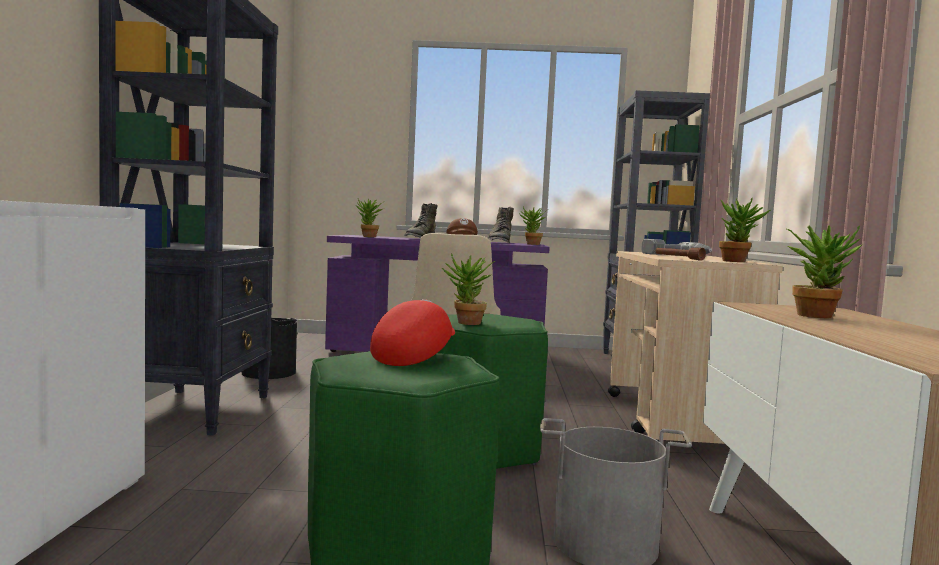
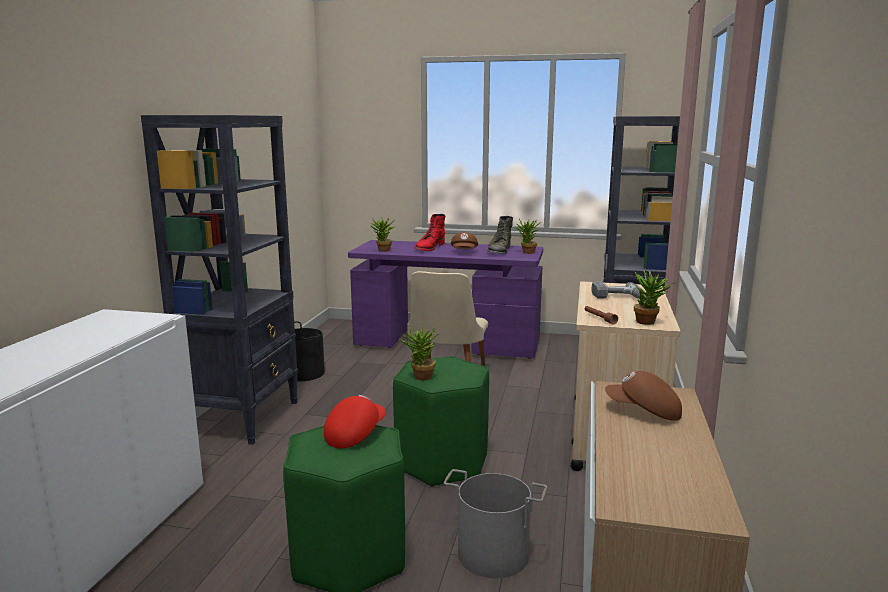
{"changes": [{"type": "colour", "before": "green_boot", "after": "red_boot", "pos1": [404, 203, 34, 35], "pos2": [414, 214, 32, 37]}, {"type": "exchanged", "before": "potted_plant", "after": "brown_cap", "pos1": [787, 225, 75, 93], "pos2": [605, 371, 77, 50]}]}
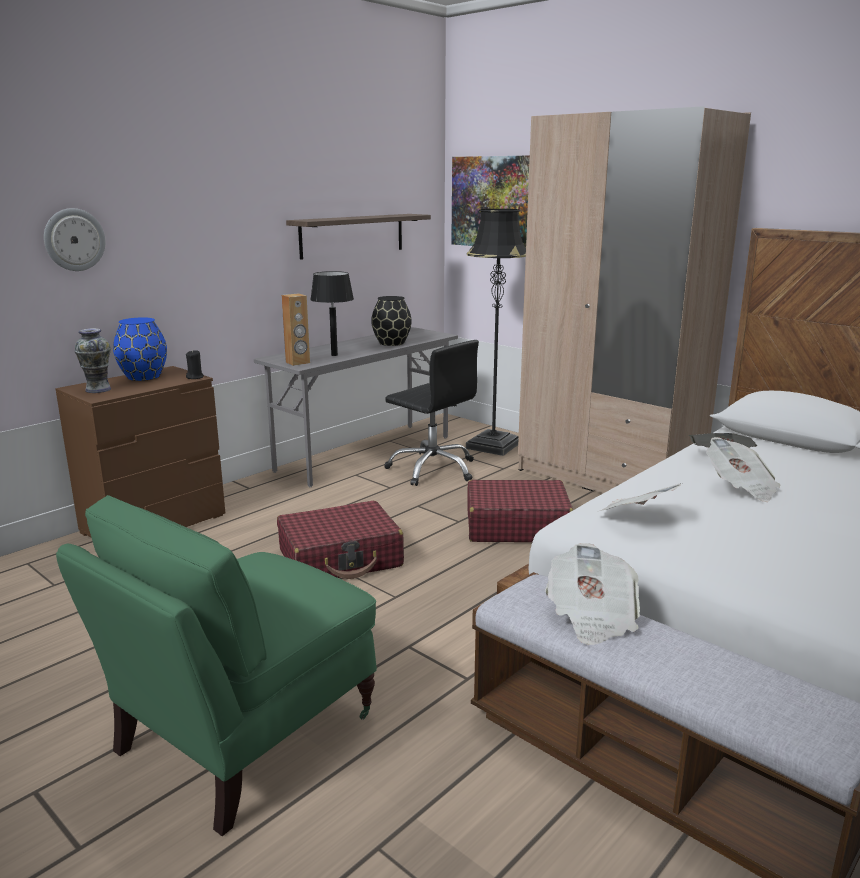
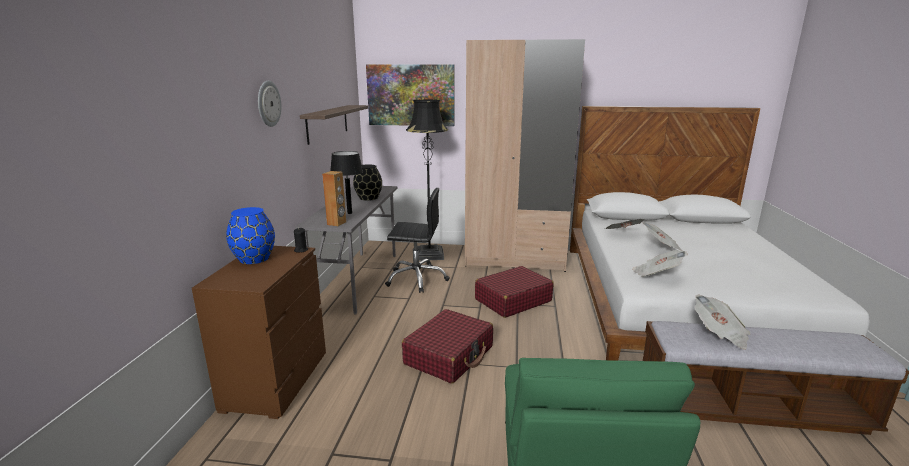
{"changes": [{"type": "relocated", "before": "wall_clock", "pos1": [44, 208, 62, 63], "pos2": [258, 81, 23, 46]}, {"type": "missing", "before": "vase", "pos1": [74, 328, 37, 65]}]}
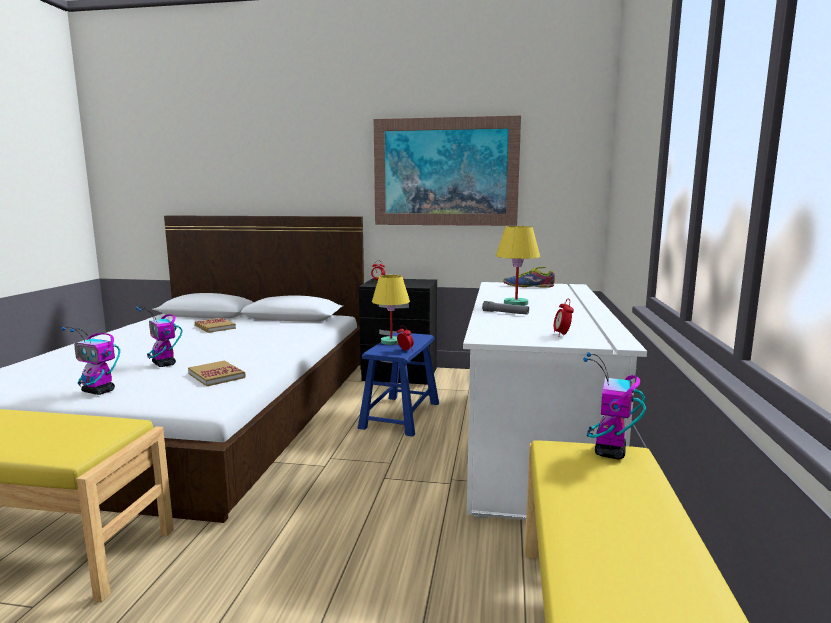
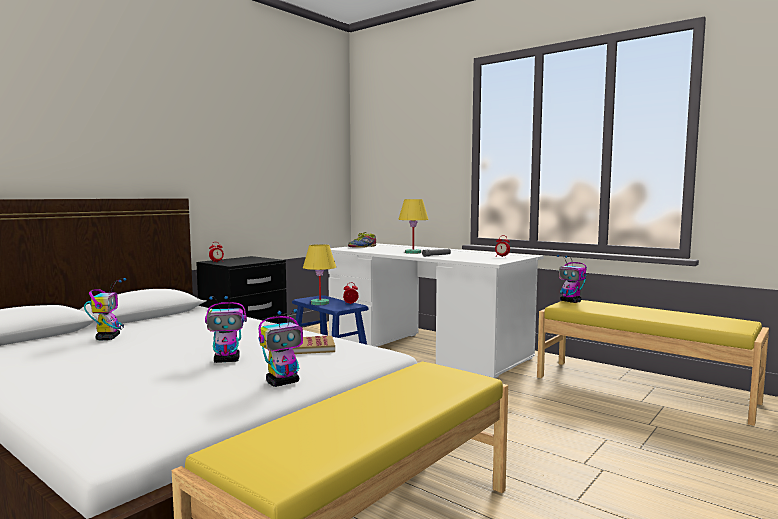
{"changes": [{"type": "exchanged", "before": "book", "after": "toy_robot", "pos1": [195, 318, 41, 15], "pos2": [84, 278, 42, 63]}, {"type": "missing", "before": "picture", "pos1": [374, 115, 147, 111]}]}
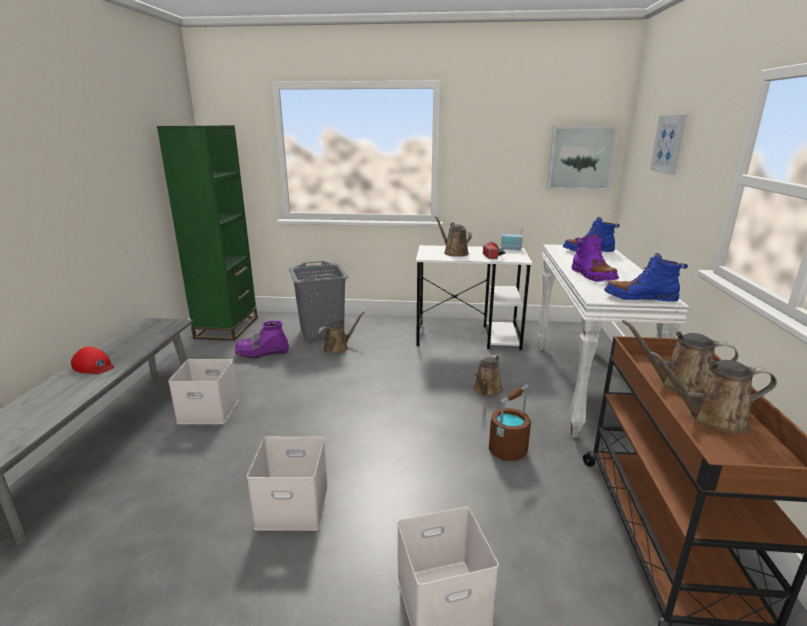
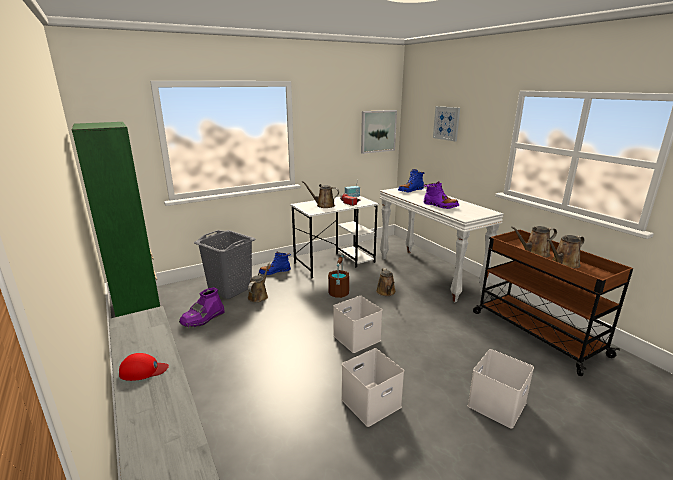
{"changes": [{"type": "relocated", "before": "white_storage_box", "pos1": [168, 359, 71, 65], "pos2": [333, 296, 50, 57]}, {"type": "relocated", "before": "brown_bucket", "pos1": [489, 384, 42, 77], "pos2": [328, 255, 21, 43]}, {"type": "relocated", "before": "blue_boot", "pos1": [604, 253, 84, 49], "pos2": [259, 251, 32, 24]}]}
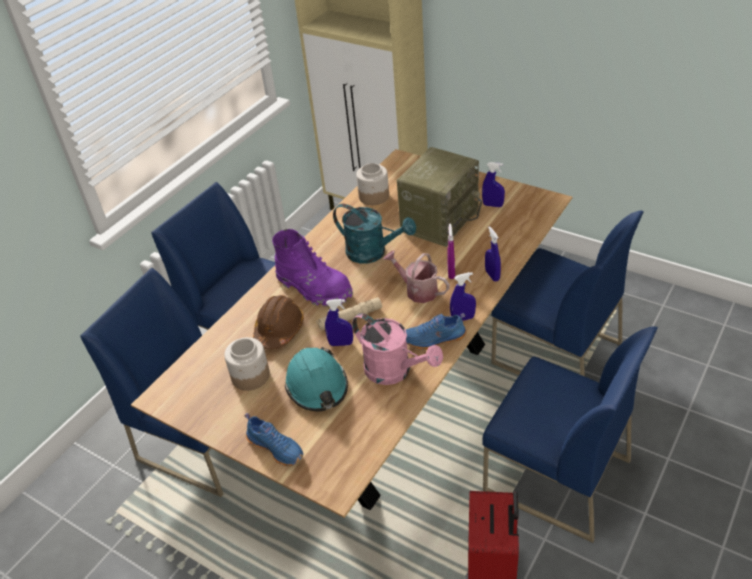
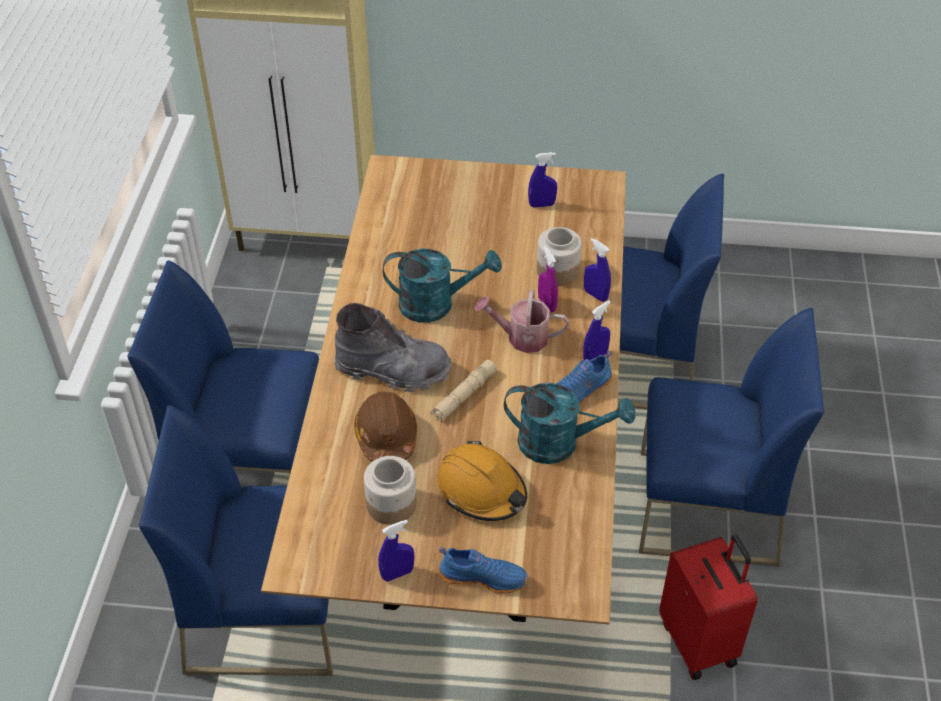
{"changes": [{"type": "colour", "before": "purple_boot", "after": "grey_boot", "pos1": [272, 229, 81, 77], "pos2": [334, 303, 118, 89]}, {"type": "colour", "before": "turquoise_hard_hat", "after": "orange_hard_hat", "pos1": [285, 347, 63, 64], "pos2": [437, 441, 90, 80]}, {"type": "relocated", "before": "blue_spray_bottle", "pos1": [325, 299, 28, 47], "pos2": [378, 519, 37, 62]}, {"type": "colour", "before": "pink_watering_can", "after": "turquoise_watering_can", "pos1": [352, 313, 91, 72], "pos2": [504, 383, 131, 81]}, {"type": "relocated", "before": "jar", "pos1": [356, 163, 33, 42], "pos2": [537, 227, 45, 59]}, {"type": "missing", "before": "radio", "pos1": [397, 147, 85, 100]}]}
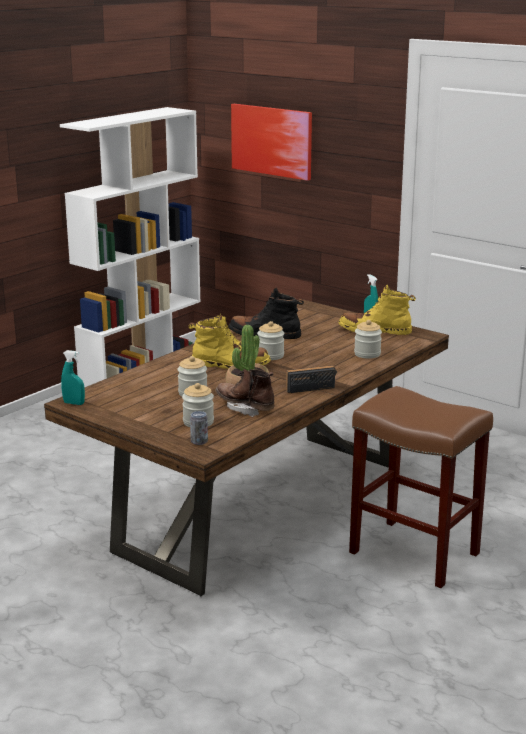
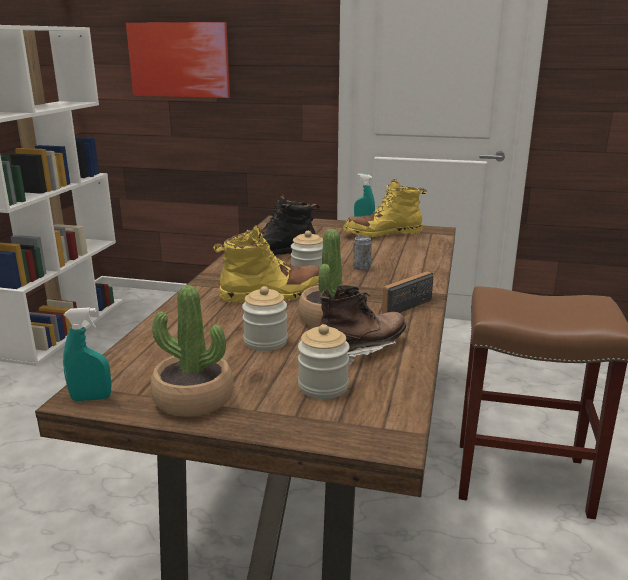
{"changes": [{"type": "relocated", "before": "can", "pos1": [190, 411, 18, 34], "pos2": [353, 236, 19, 34]}, {"type": "spun", "before": "brown_boot", "pos1": [215, 369, 60, 48], "pos2": [320, 285, 86, 80], "turn": 135}, {"type": "missing", "before": "jar", "pos1": [354, 320, 28, 39]}, {"type": "appeared", "after": "potted_plant", "pos2": [151, 285, 83, 132]}]}
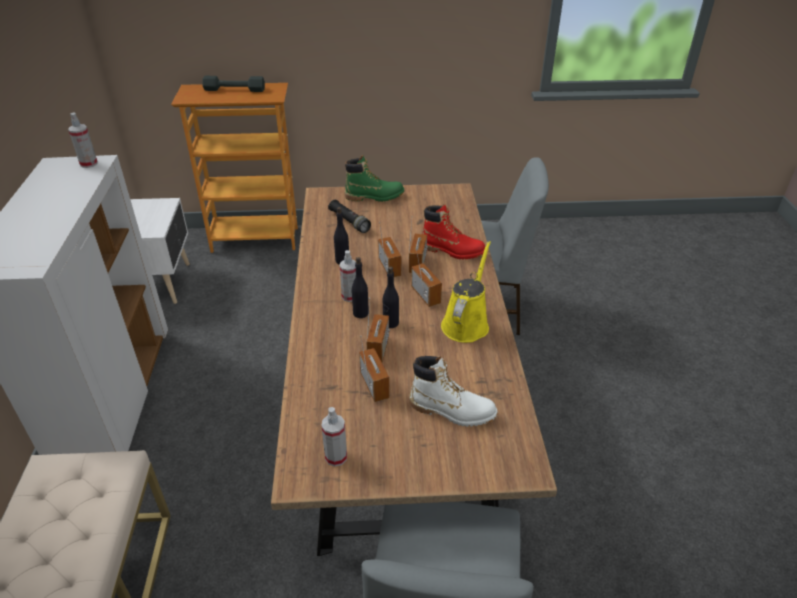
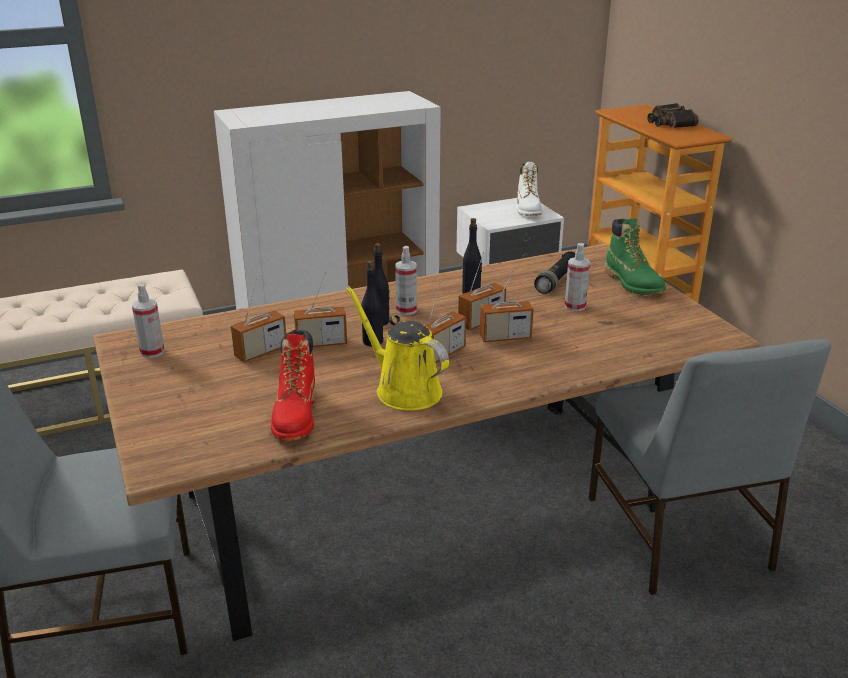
{"changes": [{"type": "relocated", "before": "spray_bottle", "pos1": [68, 112, 30, 56], "pos2": [564, 243, 26, 68]}, {"type": "exchanged", "before": "grey_dumbbell", "after": "binoculars", "pos1": [202, 76, 63, 16], "pos2": [648, 103, 51, 25]}, {"type": "relocated", "before": "white_boot", "pos1": [409, 356, 89, 71], "pos2": [517, 162, 25, 54]}, {"type": "relocated", "before": "red_boot", "pos1": [422, 204, 63, 56], "pos2": [271, 330, 45, 111]}, {"type": "spun", "before": "yellow_watering_can", "pos1": [441, 241, 50, 102], "pos2": [346, 286, 103, 124], "turn": -135}]}
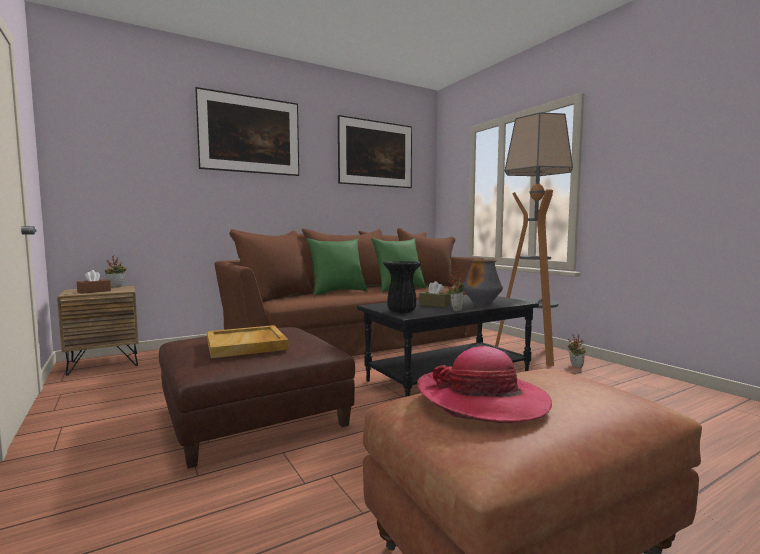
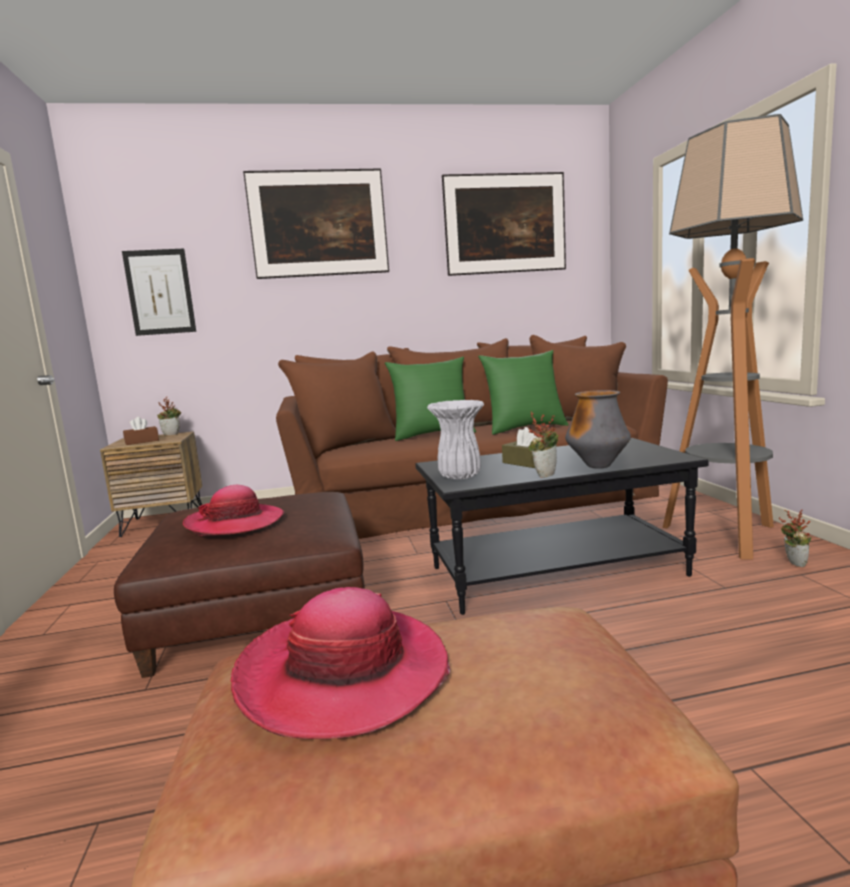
{"changes": [{"type": "exchanged", "before": "beige_tray", "after": "hat", "pos1": [207, 325, 82, 33], "pos2": [183, 485, 102, 51]}, {"type": "colour", "before": "black_vase", "after": "white_vase", "pos1": [383, 261, 38, 52], "pos2": [427, 400, 57, 80]}, {"type": "appeared", "after": "picture", "pos2": [122, 249, 74, 87]}]}
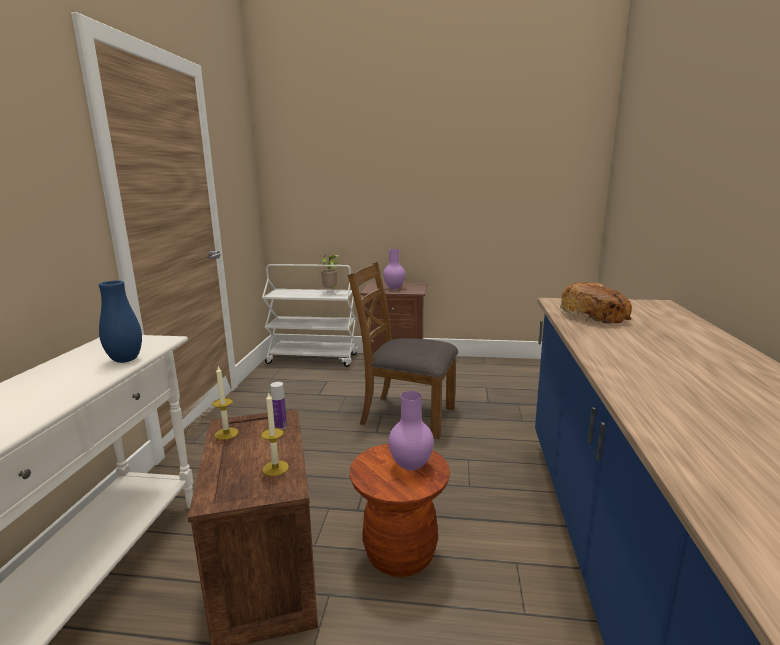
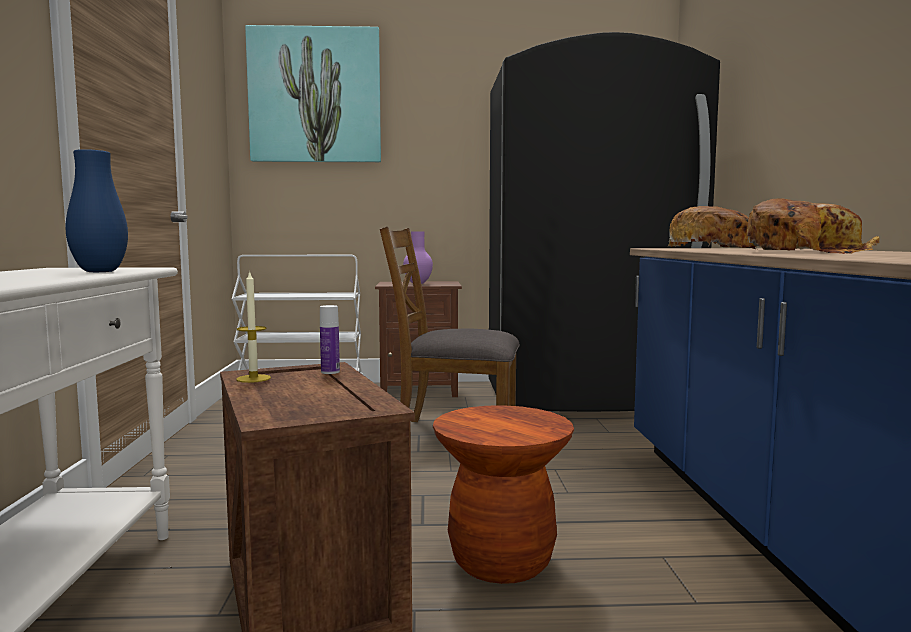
{"changes": [{"type": "missing", "before": "candle", "pos1": [261, 392, 28, 84]}, {"type": "missing", "before": "potted_plant", "pos1": [321, 255, 18, 34]}, {"type": "missing", "before": "purple_vase", "pos1": [389, 391, 45, 80]}, {"type": "appeared", "after": "picture", "pos2": [245, 25, 136, 137]}, {"type": "appeared", "after": "black_fridge", "pos2": [489, 32, 231, 380]}, {"type": "appeared", "after": "bread", "pos2": [747, 198, 133, 56]}]}
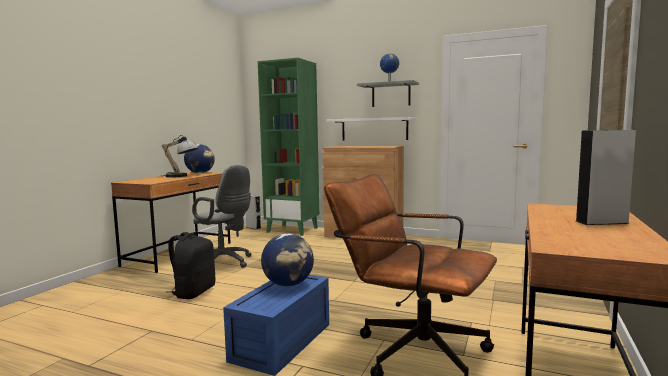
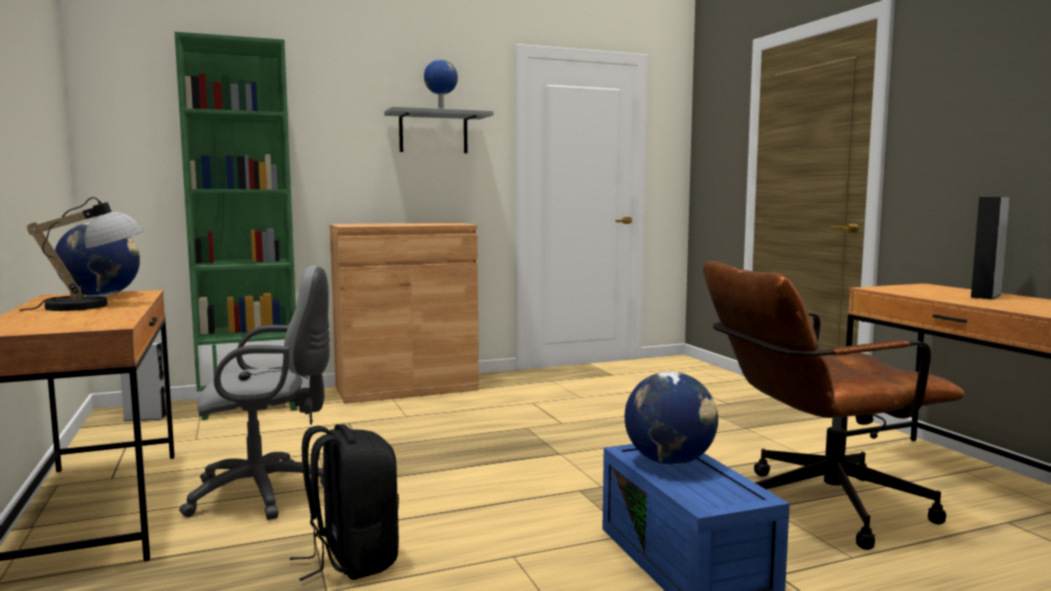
{"changes": [{"type": "missing", "before": "white_shelf", "pos1": [326, 117, 91, 23]}]}
